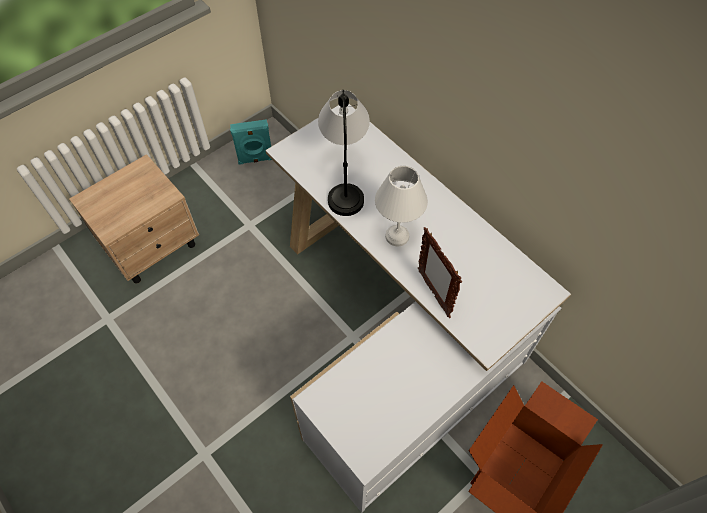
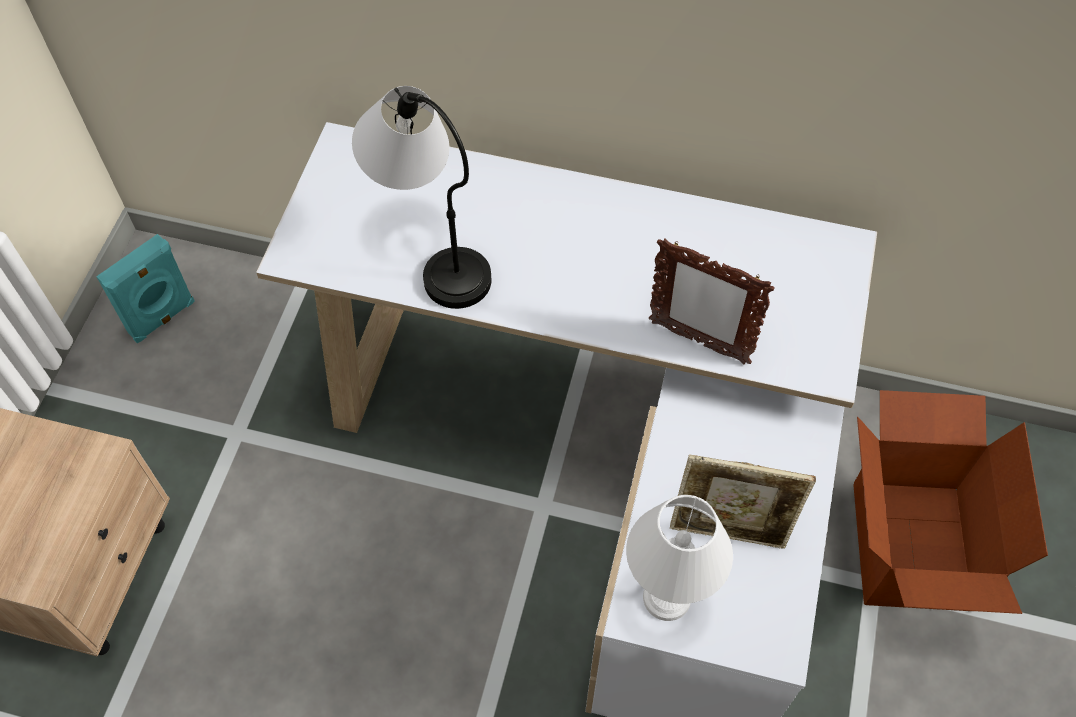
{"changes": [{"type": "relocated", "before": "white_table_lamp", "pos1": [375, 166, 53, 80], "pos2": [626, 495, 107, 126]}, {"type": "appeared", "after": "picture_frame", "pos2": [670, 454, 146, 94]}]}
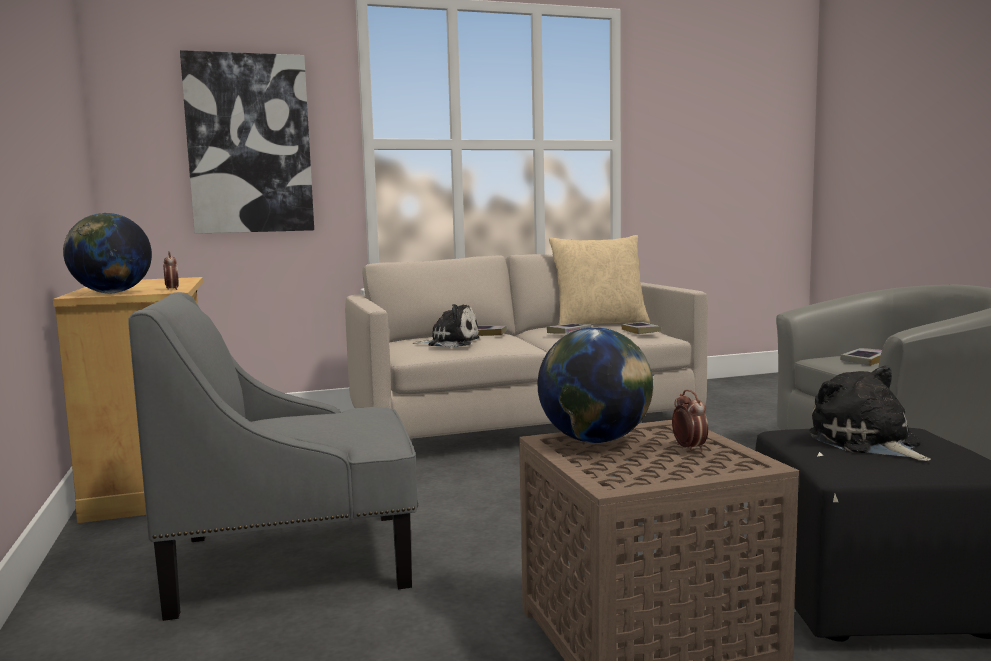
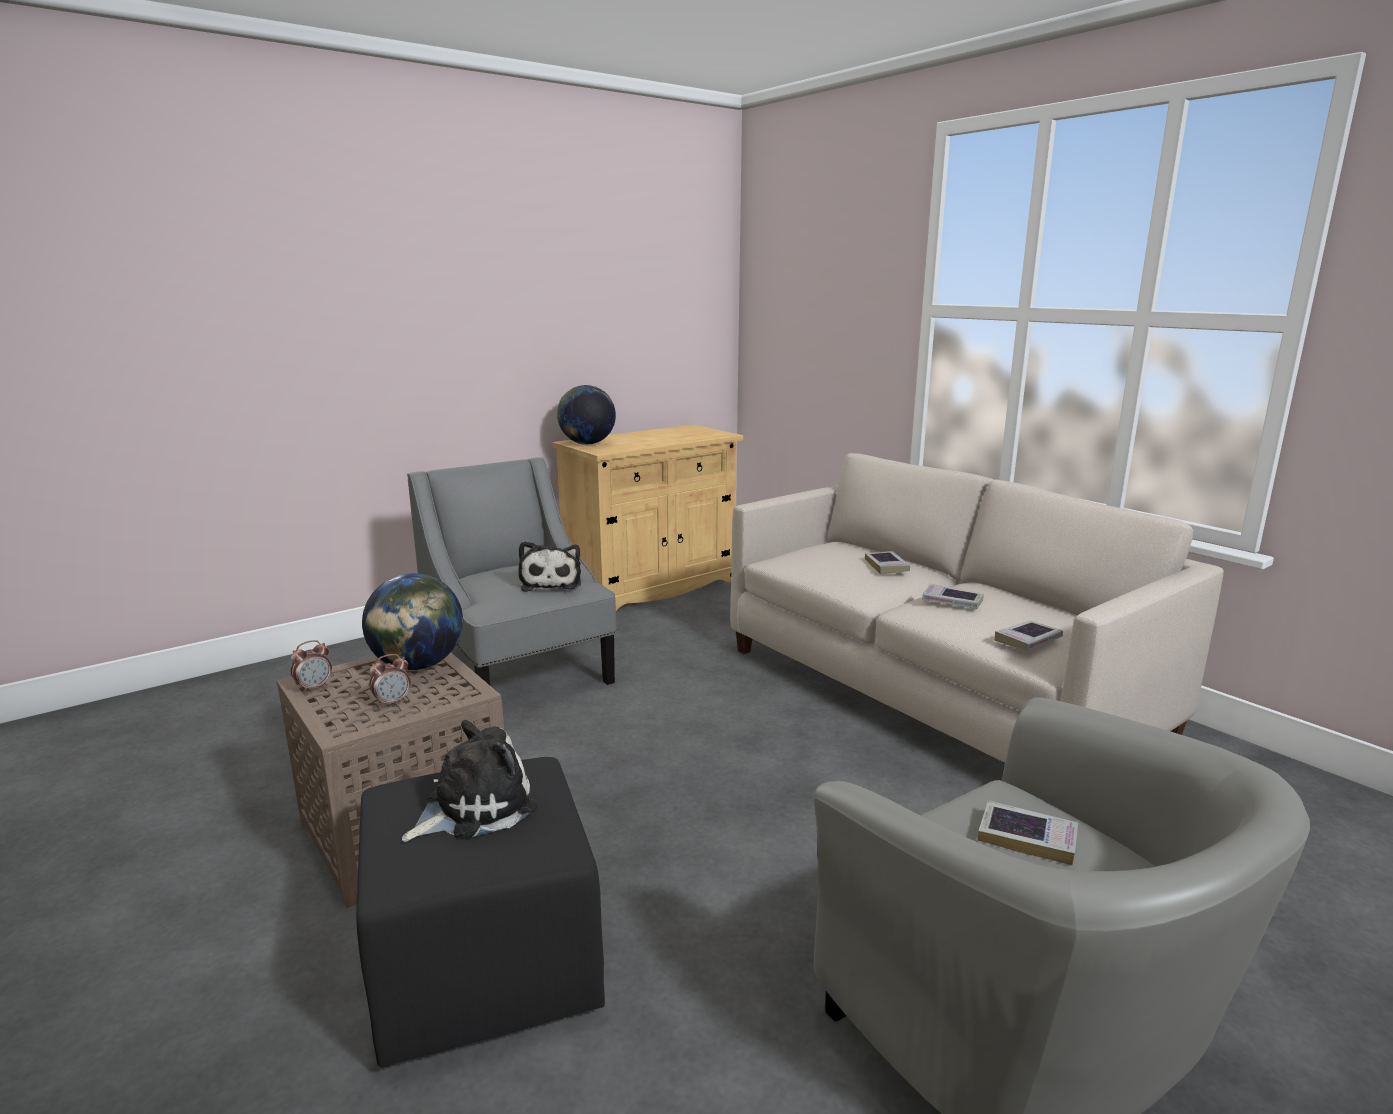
{"changes": [{"type": "relocated", "before": "alarm_clock", "pos1": [163, 251, 16, 39], "pos2": [291, 640, 41, 53]}, {"type": "missing", "before": "picture", "pos1": [180, 50, 134, 184]}, {"type": "relocated", "before": "plush_toy", "pos1": [413, 304, 67, 44], "pos2": [518, 541, 63, 51]}, {"type": "missing", "before": "beige_pillow", "pos1": [549, 235, 102, 90]}]}
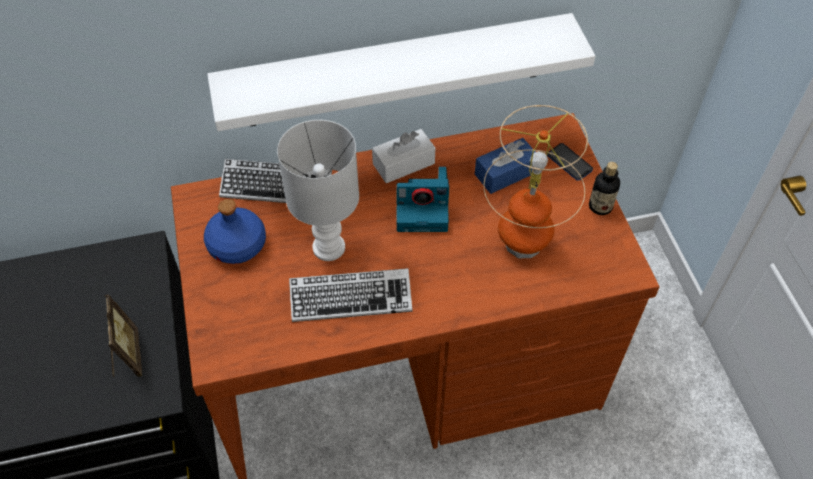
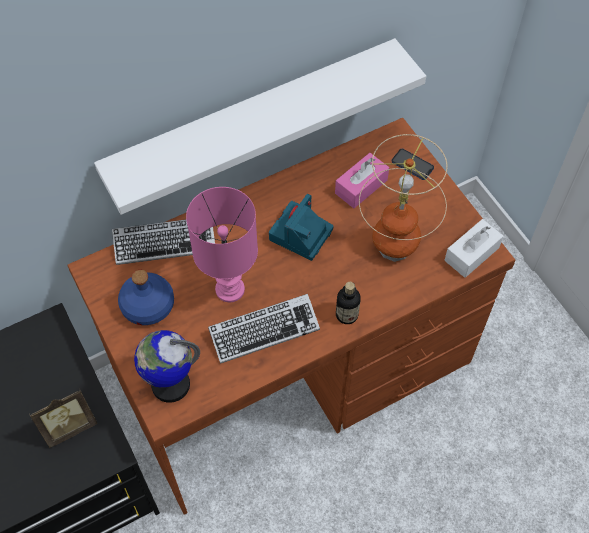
{"changes": [{"type": "spun", "before": "picture_frame", "pos1": [104, 294, 38, 83], "pos2": [29, 390, 68, 58], "turn": 90}, {"type": "colour", "before": "white_table_lamp", "after": "pink_table_lamp", "pos1": [277, 120, 82, 141], "pos2": [186, 187, 72, 115]}, {"type": "relocated", "before": "white_tissue_box", "pos1": [372, 129, 63, 54], "pos2": [445, 219, 58, 59]}, {"type": "spun", "before": "photo_camera", "pos1": [396, 167, 53, 65], "pos2": [269, 194, 64, 67], "turn": 135}, {"type": "colour", "before": "blue_tissue_box", "after": "pink_tissue_box", "pos1": [475, 138, 60, 56], "pos2": [335, 153, 54, 55]}, {"type": "relocated", "before": "bottle", "pos1": [589, 162, 31, 53], "pos2": [336, 282, 25, 42]}, {"type": "appeared", "after": "globe", "pos2": [134, 330, 66, 73]}]}
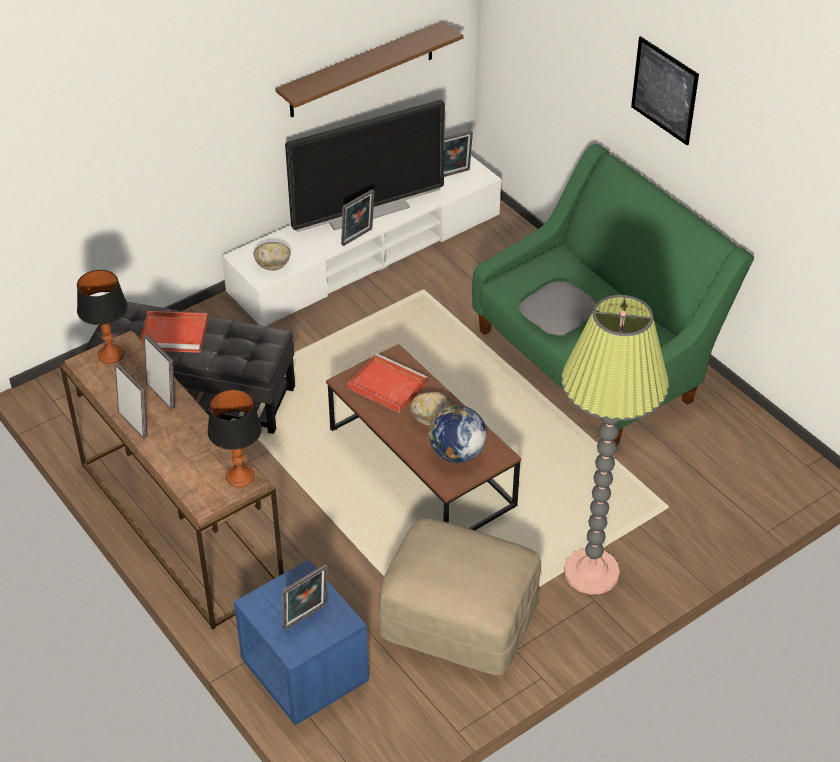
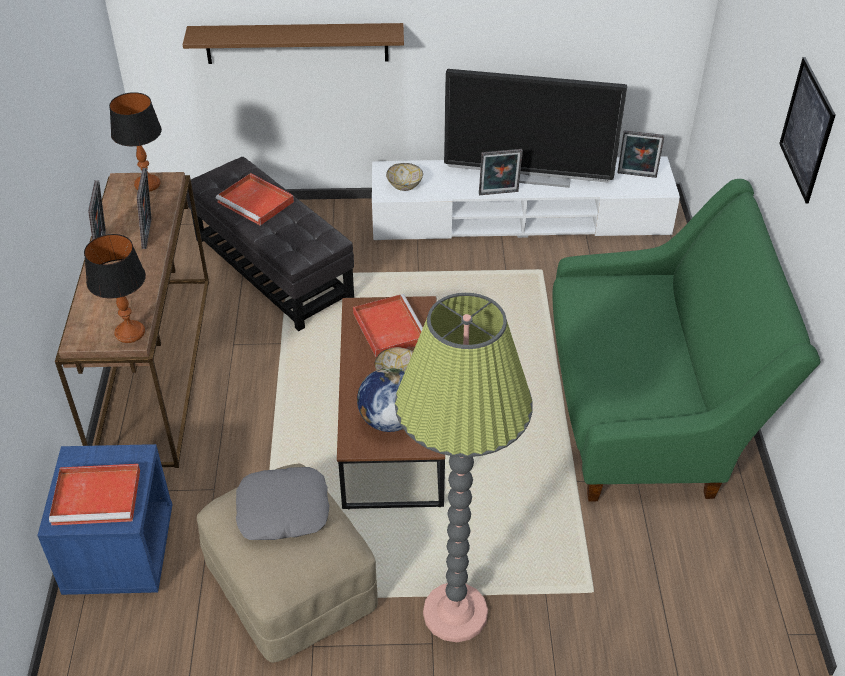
{"changes": [{"type": "relocated", "before": "brown_shelf", "pos1": [275, 21, 188, 97], "pos2": [183, 23, 221, 41]}, {"type": "exchanged", "before": "picture_frame", "after": "red_tray", "pos1": [282, 564, 46, 66], "pos2": [49, 464, 91, 61]}, {"type": "relocated", "before": "grey_pillow", "pos1": [519, 281, 78, 55], "pos2": [236, 467, 93, 73]}]}
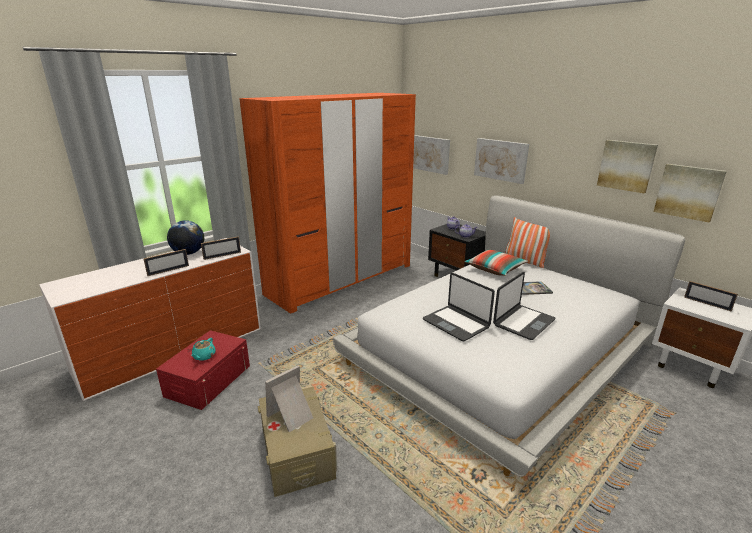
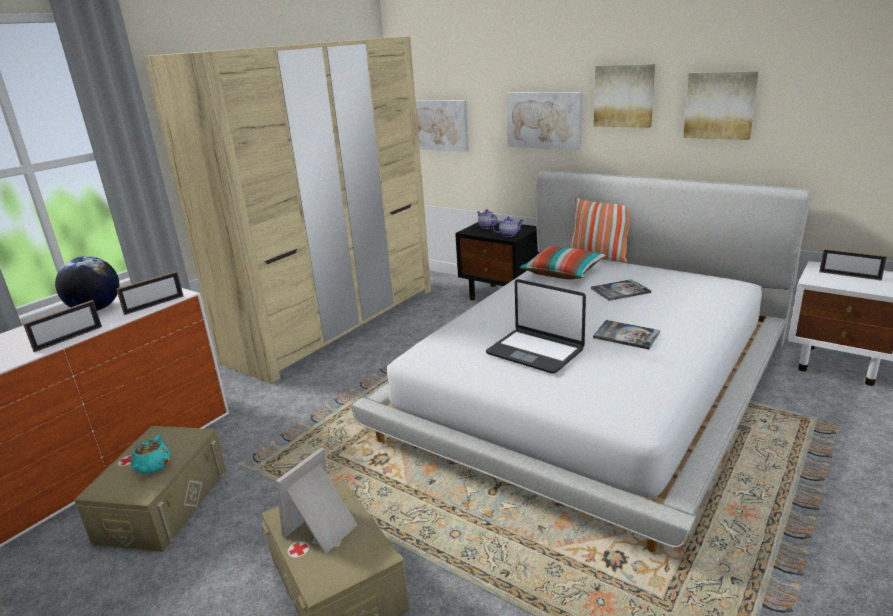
{"changes": [{"type": "colour", "before": "red_storage_box", "after": "beige_storage_box", "pos1": [156, 330, 94, 80], "pos2": [74, 426, 152, 126]}, {"type": "colour", "before": "orange_wardrobe", "after": "beige_wardrobe", "pos1": [239, 93, 177, 221], "pos2": [144, 37, 287, 347]}, {"type": "exchanged", "before": "laptop", "after": "book", "pos1": [493, 272, 63, 68], "pos2": [593, 320, 67, 30]}, {"type": "relocated", "before": "picture", "pos1": [653, 164, 74, 58], "pos2": [594, 64, 61, 64]}]}
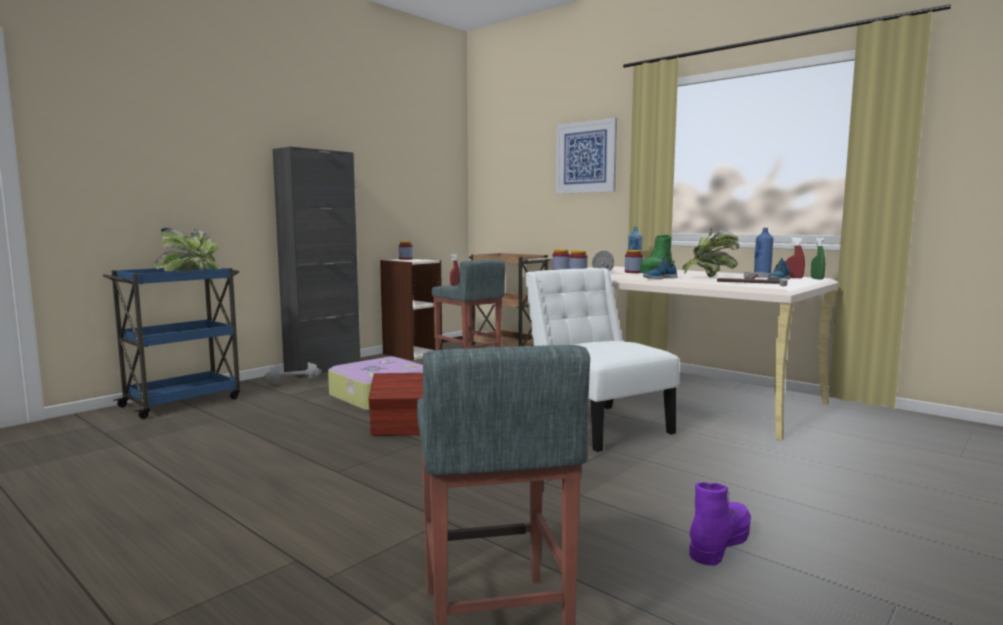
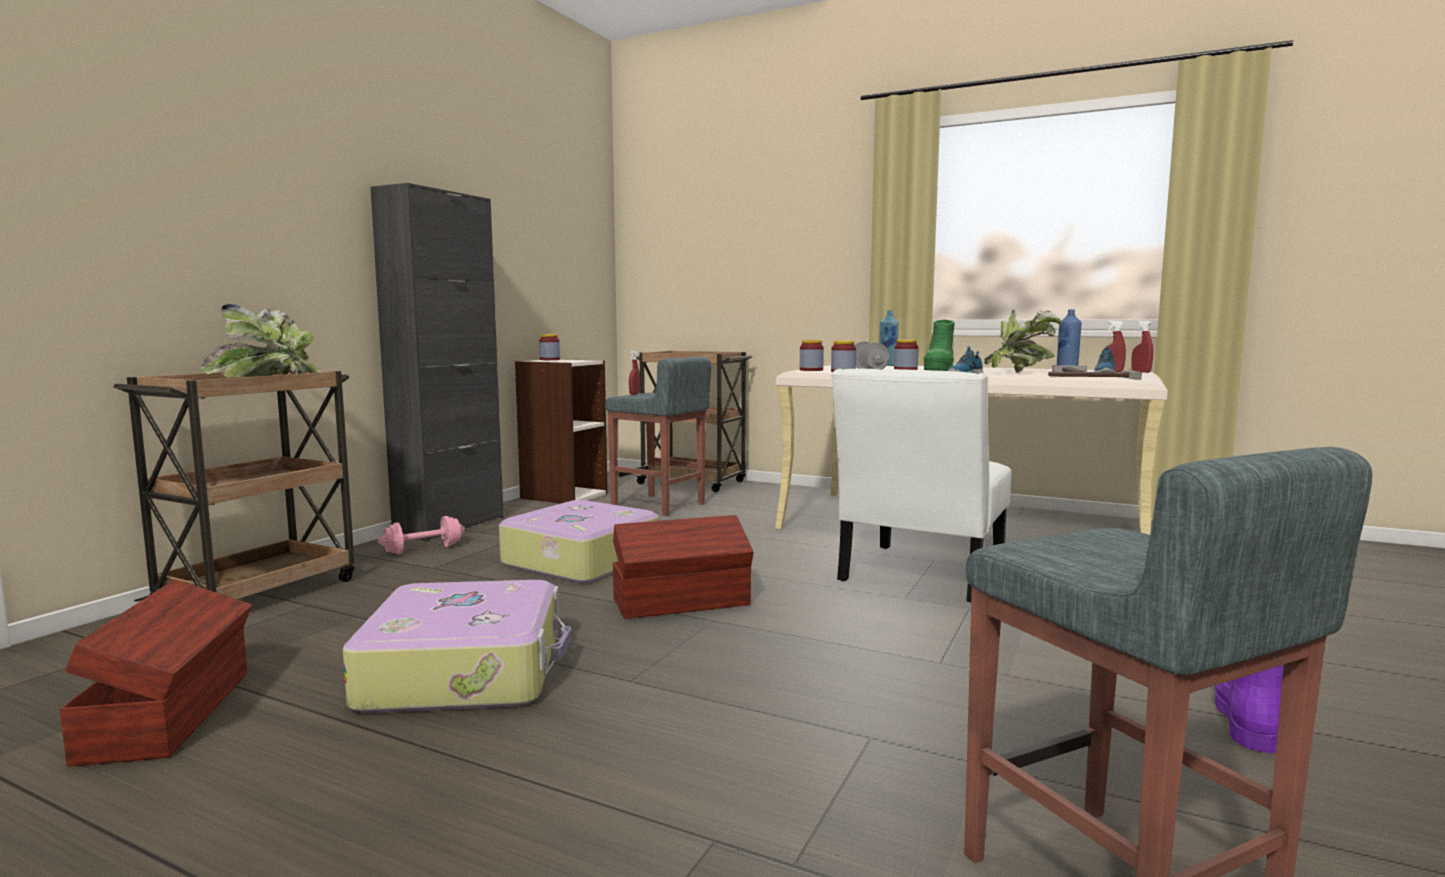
{"changes": [{"type": "colour", "before": "blue_cart", "after": "brown_cart", "pos1": [103, 268, 137, 151], "pos2": [113, 370, 242, 232]}, {"type": "colour", "before": "grey_dumbbell", "after": "pink_dumbbell", "pos1": [265, 362, 57, 23], "pos2": [378, 516, 87, 39]}, {"type": "spun", "before": "white_chair", "pos1": [525, 268, 154, 184], "pos2": [831, 369, 180, 233], "turn": -105}, {"type": "missing", "before": "picture", "pos1": [556, 118, 61, 76]}, {"type": "colour", "before": "green_spray_bottle", "after": "red_spray_bottle", "pos1": [811, 237, 14, 43], "pos2": [1131, 320, 22, 53]}, {"type": "appeared", "after": "brown_storage_box", "pos2": [59, 579, 193, 187]}, {"type": "appeared", "after": "suitcase", "pos2": [343, 580, 228, 133]}]}
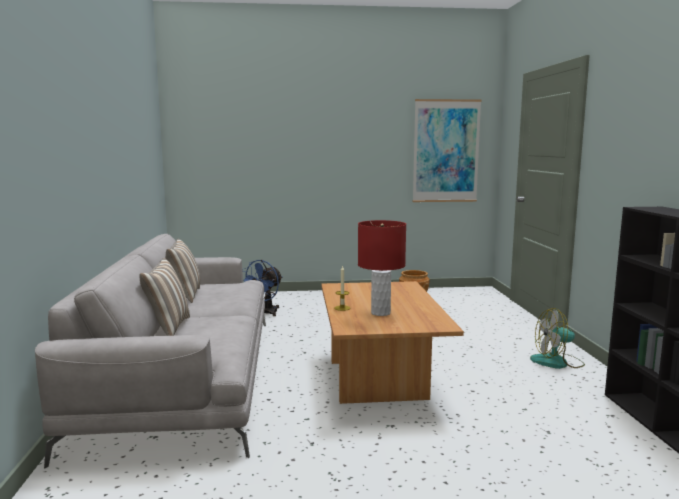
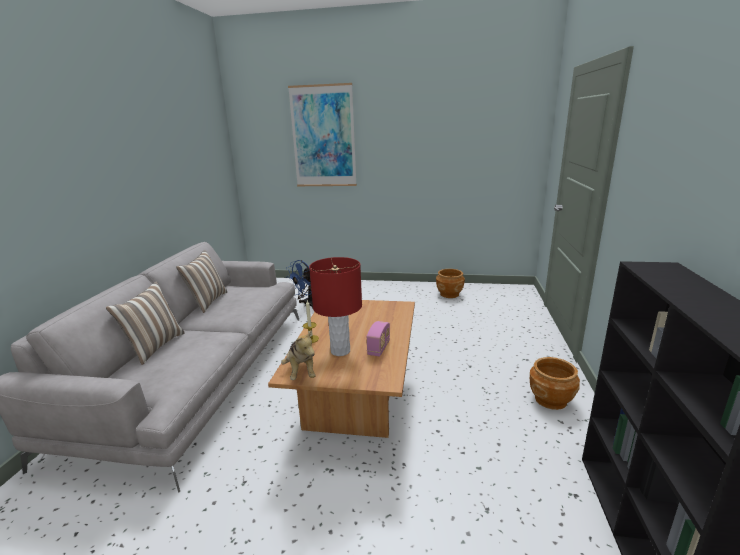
{"changes": [{"type": "relocated", "before": "picture", "pos1": [413, 99, 69, 103], "pos2": [288, 83, 69, 103]}, {"type": "exchanged", "before": "fan", "after": "brown_planter", "pos1": [530, 308, 55, 61], "pos2": [530, 357, 50, 53]}, {"type": "appeared", "after": "plush_toy", "pos2": [281, 329, 35, 51]}, {"type": "appeared", "after": "radio", "pos2": [367, 321, 23, 35]}]}
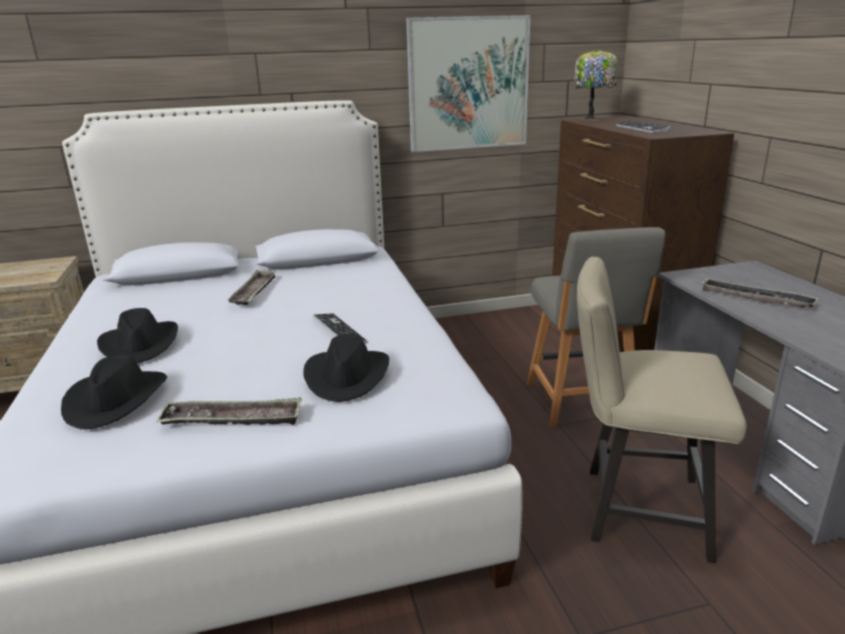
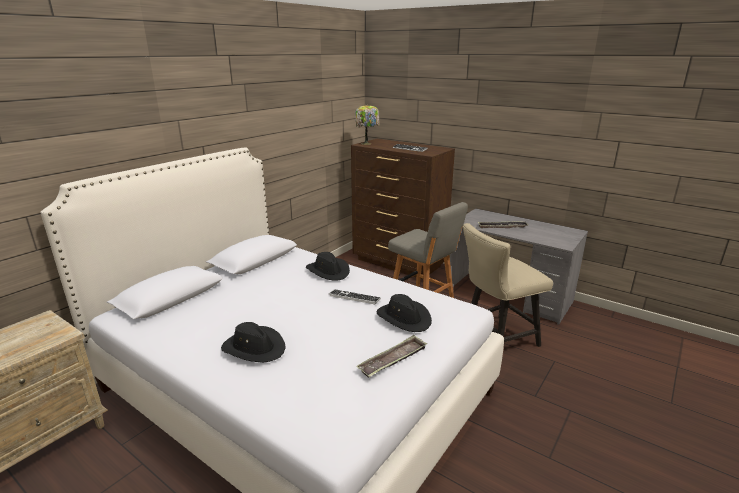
{"changes": [{"type": "relocated", "before": "black_hat", "pos1": [61, 354, 106, 76], "pos2": [306, 252, 44, 28]}, {"type": "missing", "before": "tray", "pos1": [227, 270, 49, 35]}, {"type": "missing", "before": "picture", "pos1": [406, 15, 125, 137]}]}
